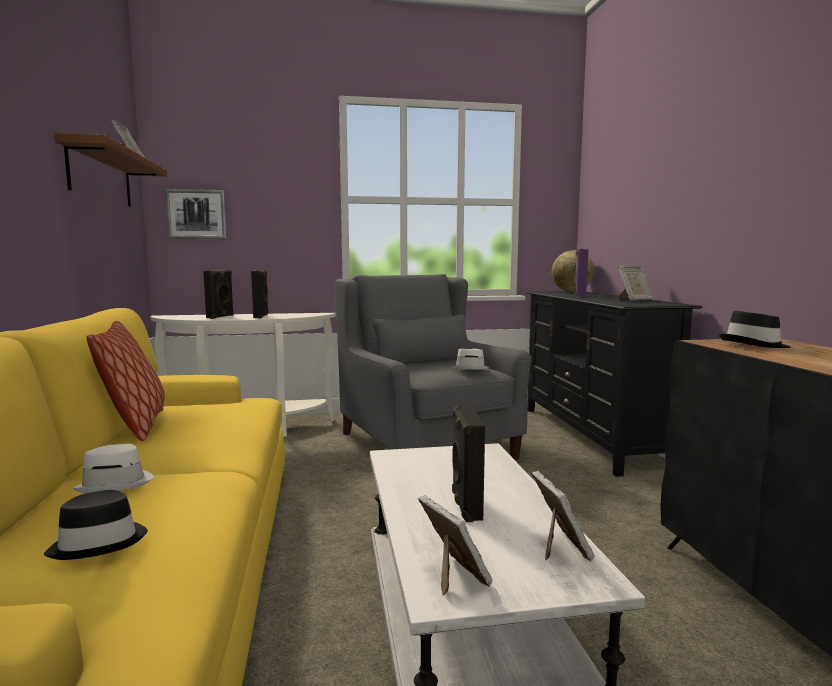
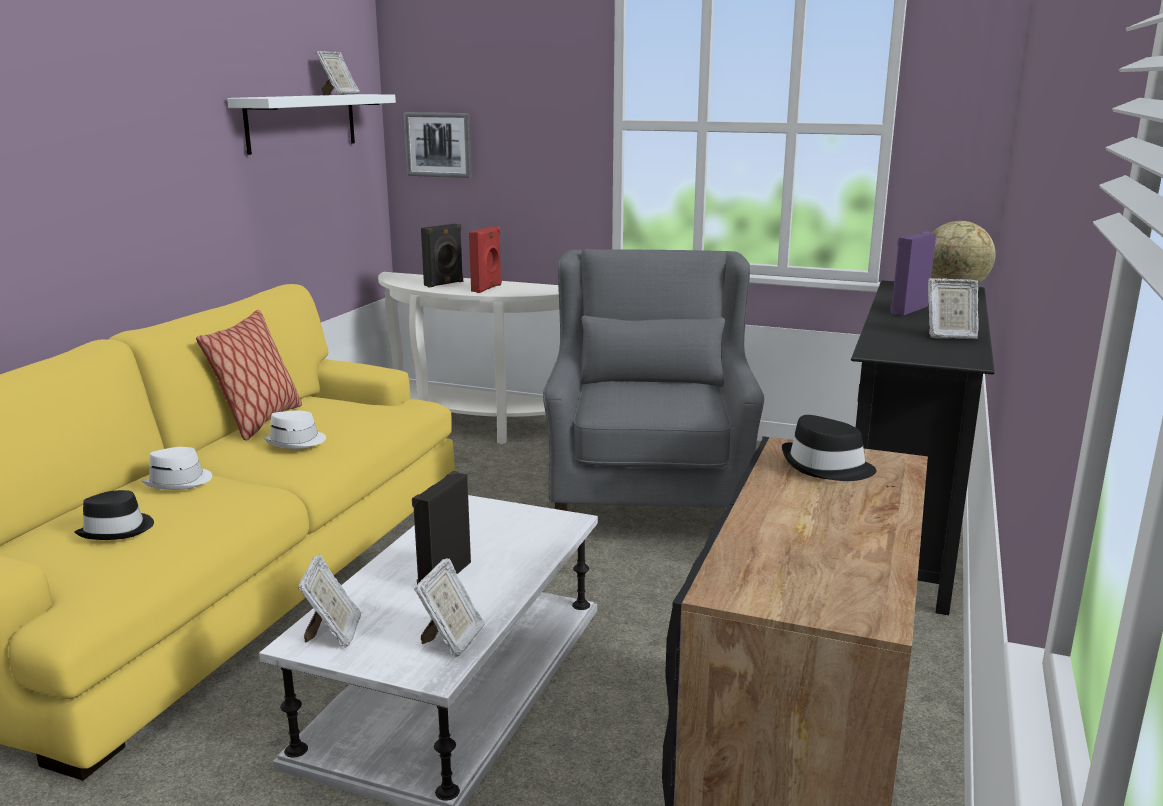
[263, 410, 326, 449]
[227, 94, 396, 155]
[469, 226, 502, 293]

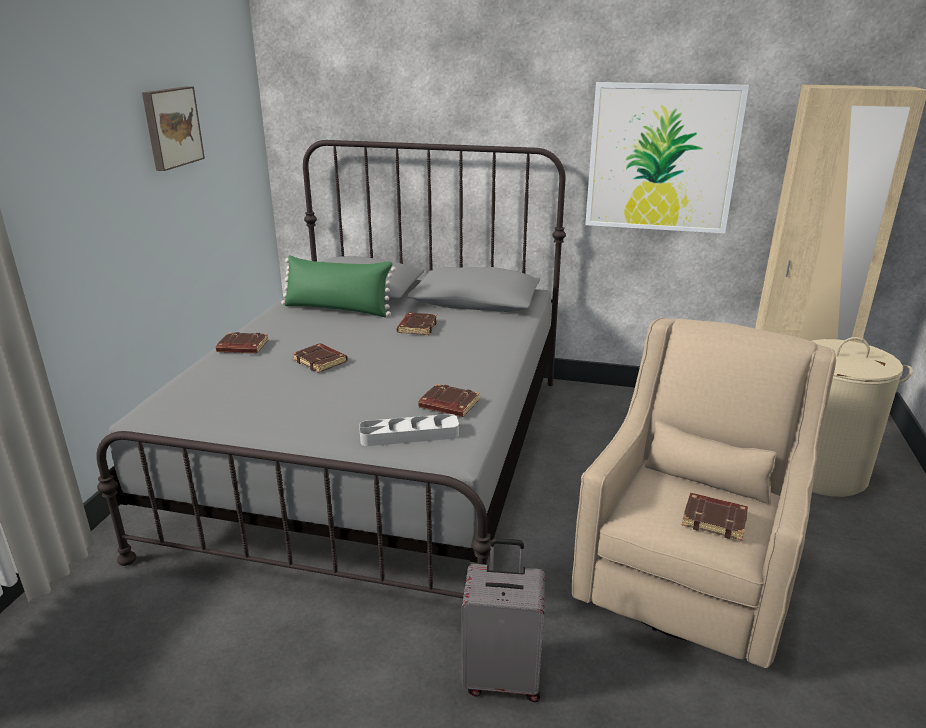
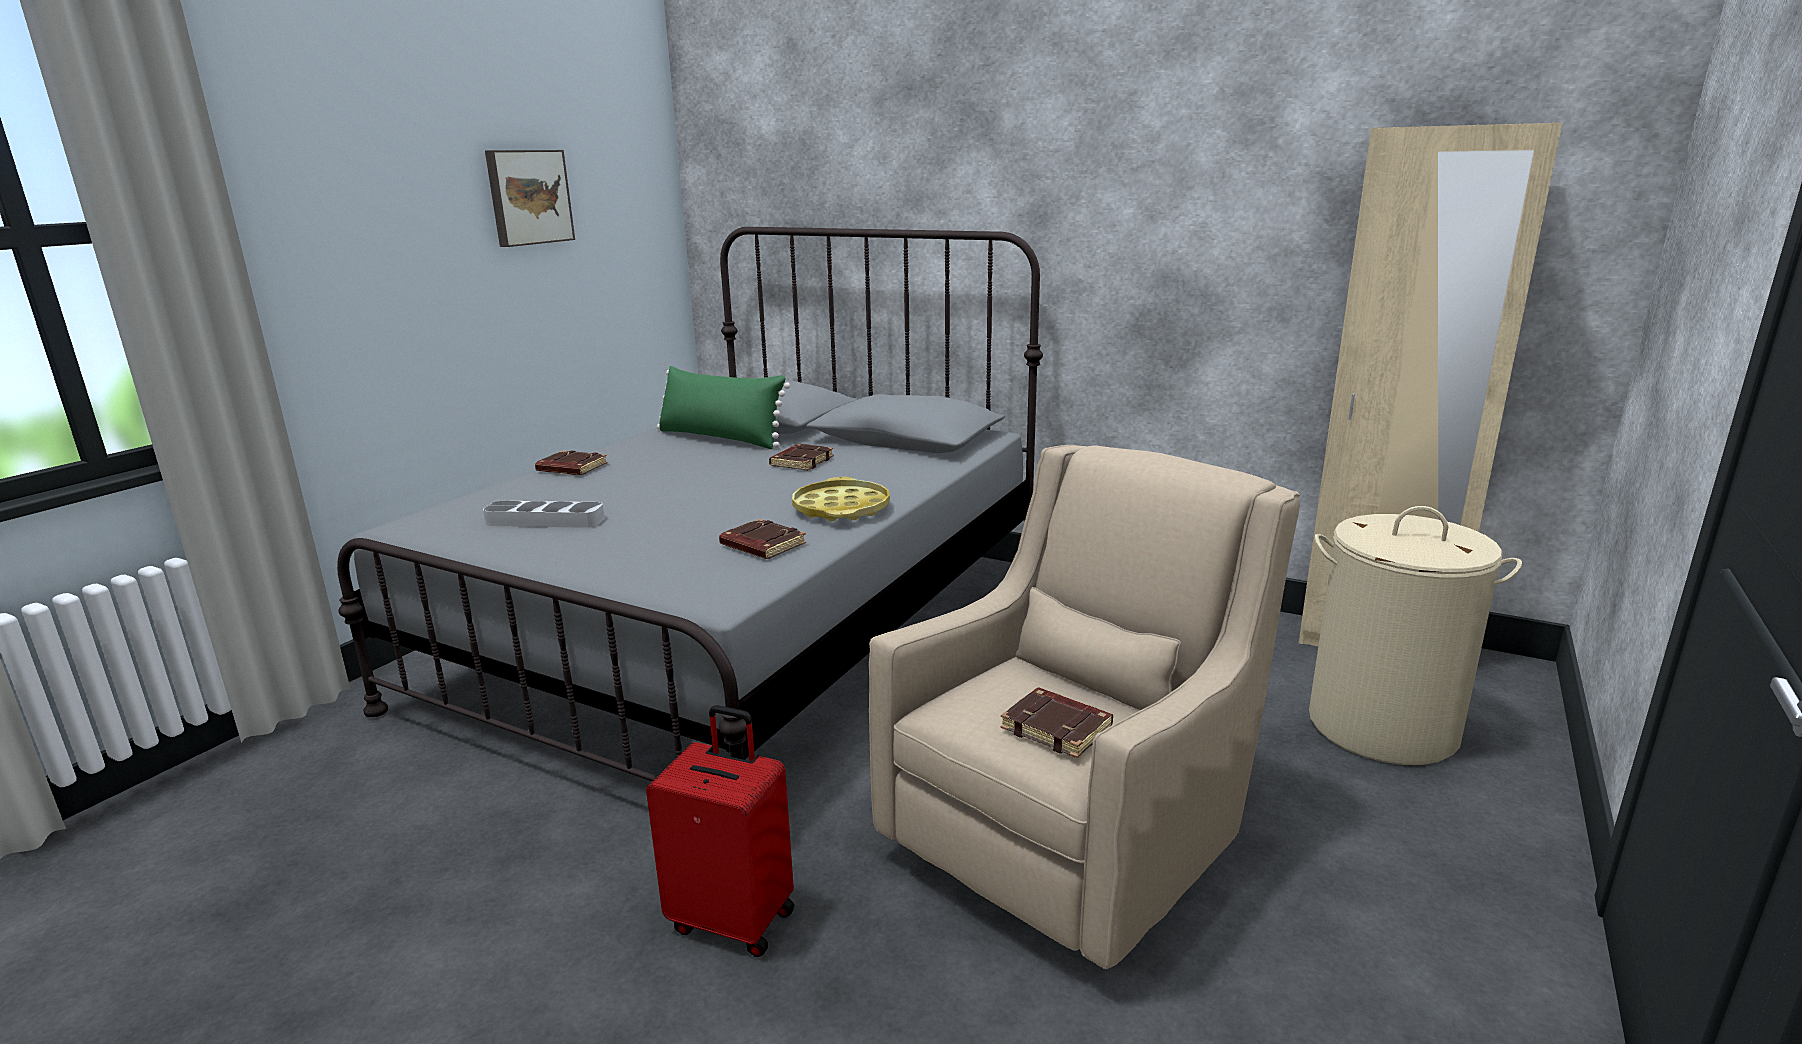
[292, 343, 348, 373] (first image)
[585, 82, 749, 234] (first image)
[792, 477, 890, 521]
[483, 501, 605, 528]
[646, 705, 794, 957]

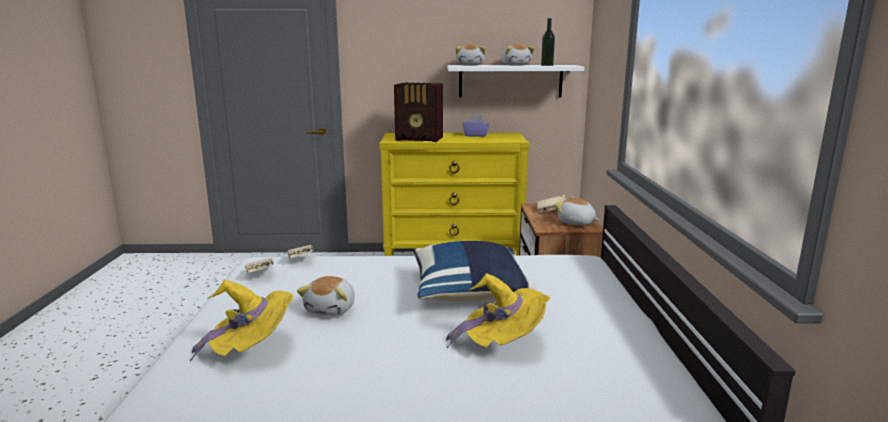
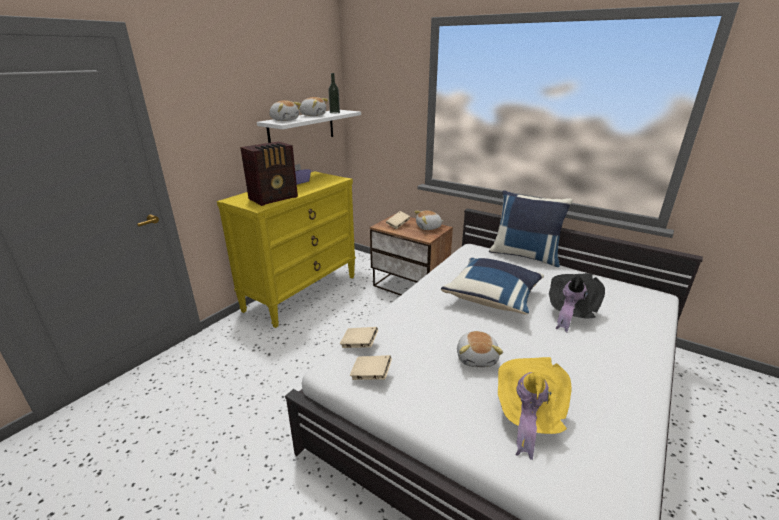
[489, 190, 573, 267]
[549, 273, 605, 332]
[457, 331, 503, 367]

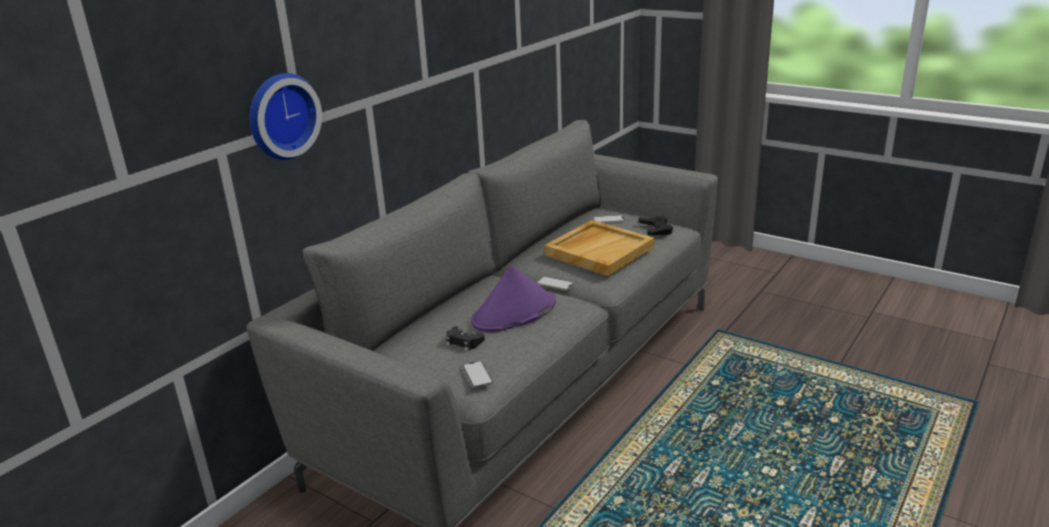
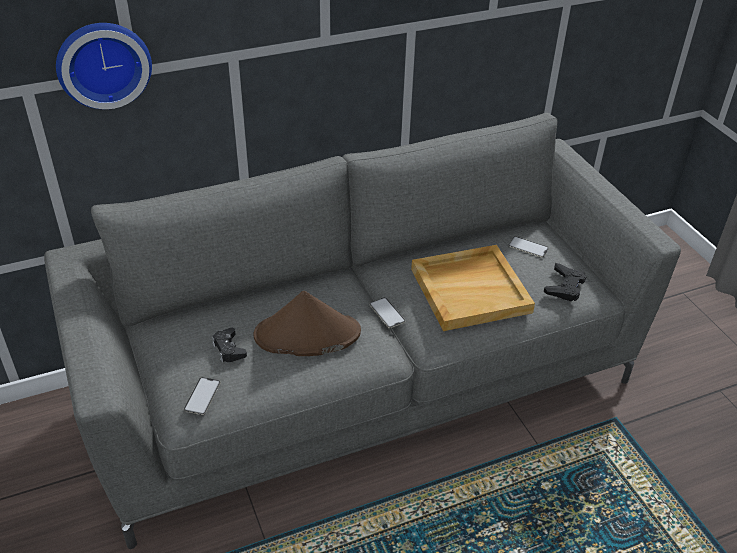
[253, 291, 361, 356]

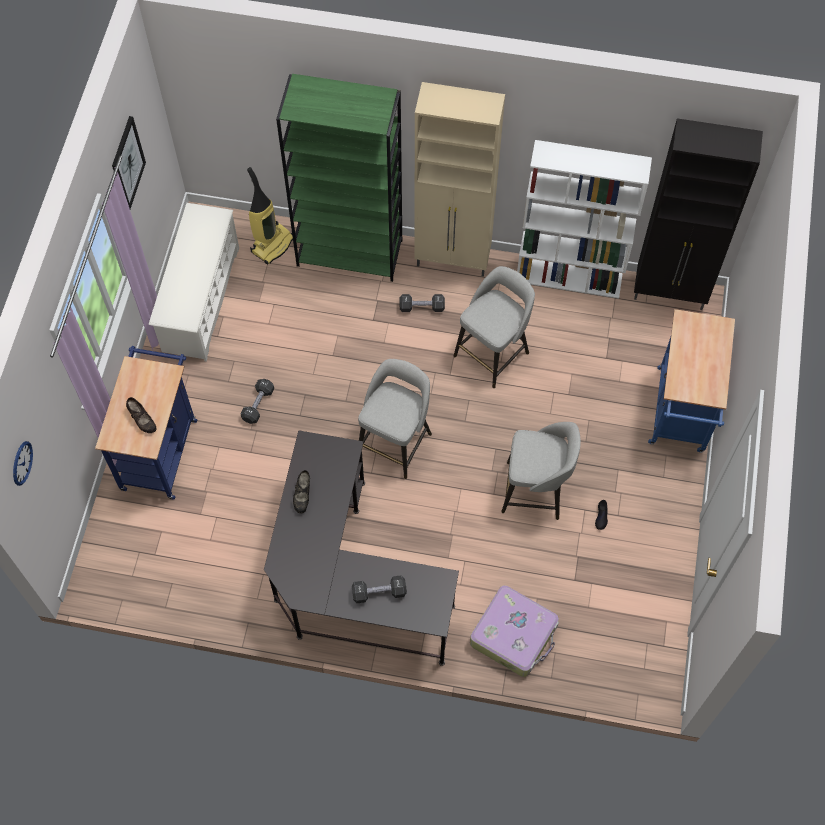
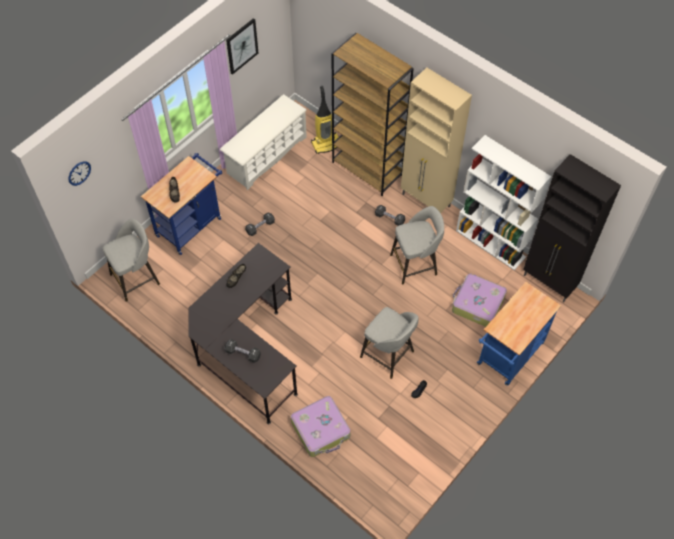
[452, 274, 507, 327]
[103, 218, 160, 302]
[332, 33, 414, 196]

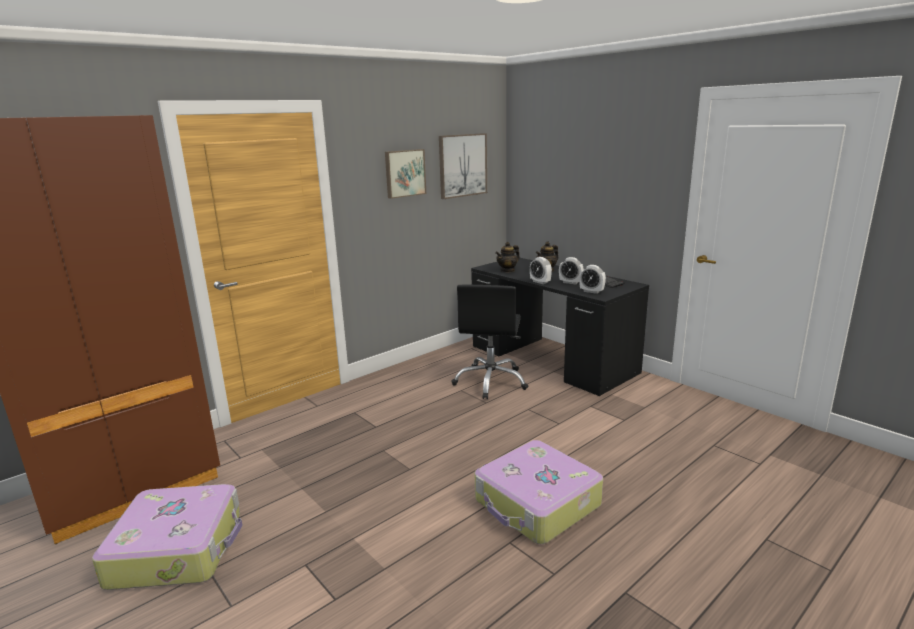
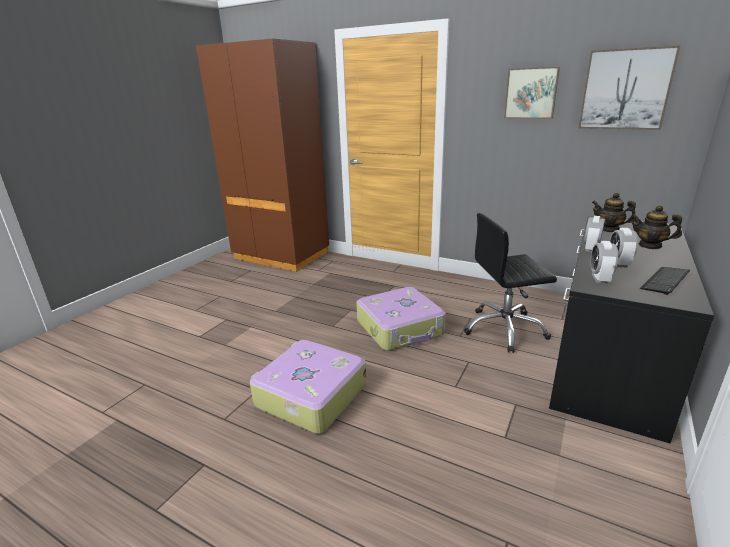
[356, 287, 446, 351]

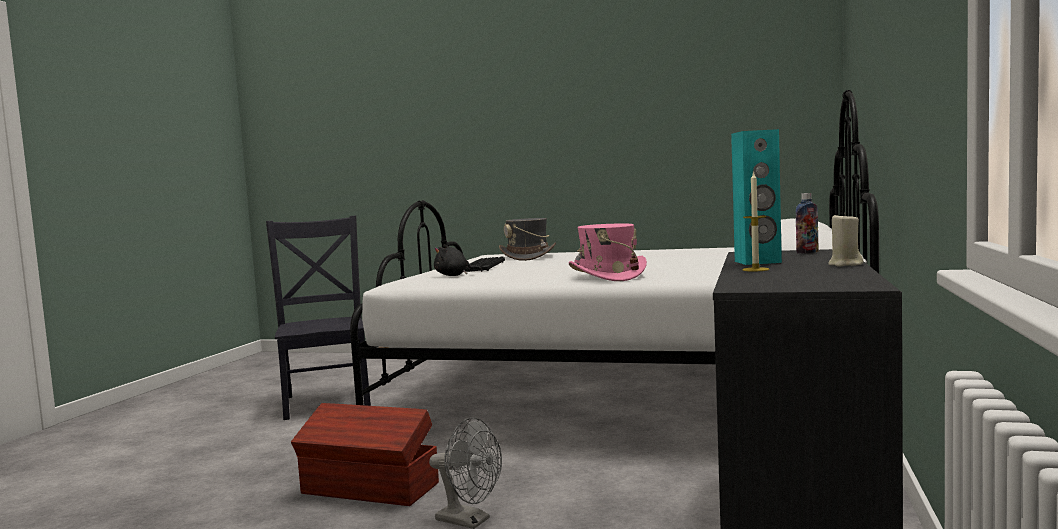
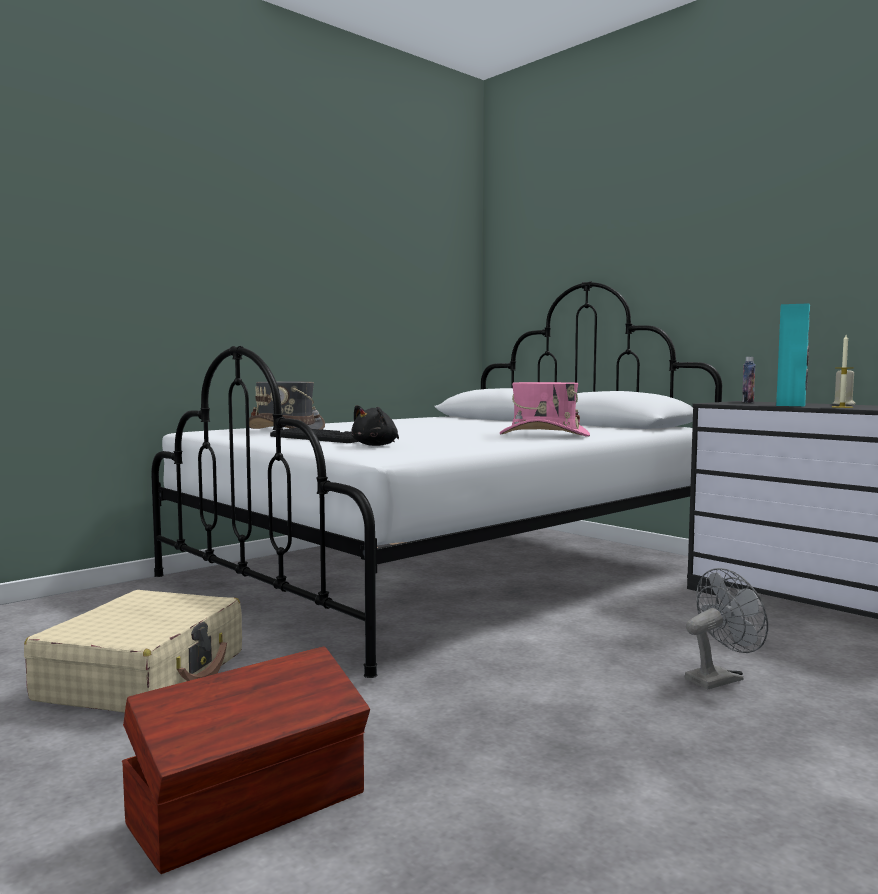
[122, 646, 370, 874]
[24, 590, 242, 713]

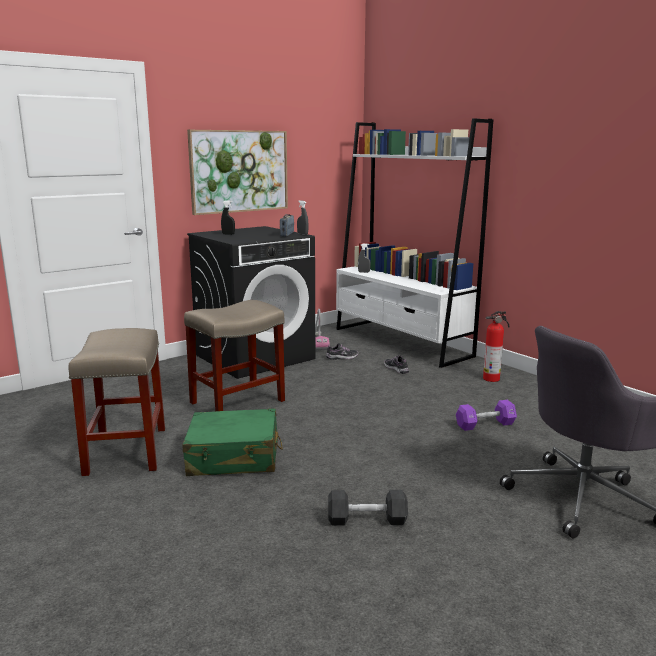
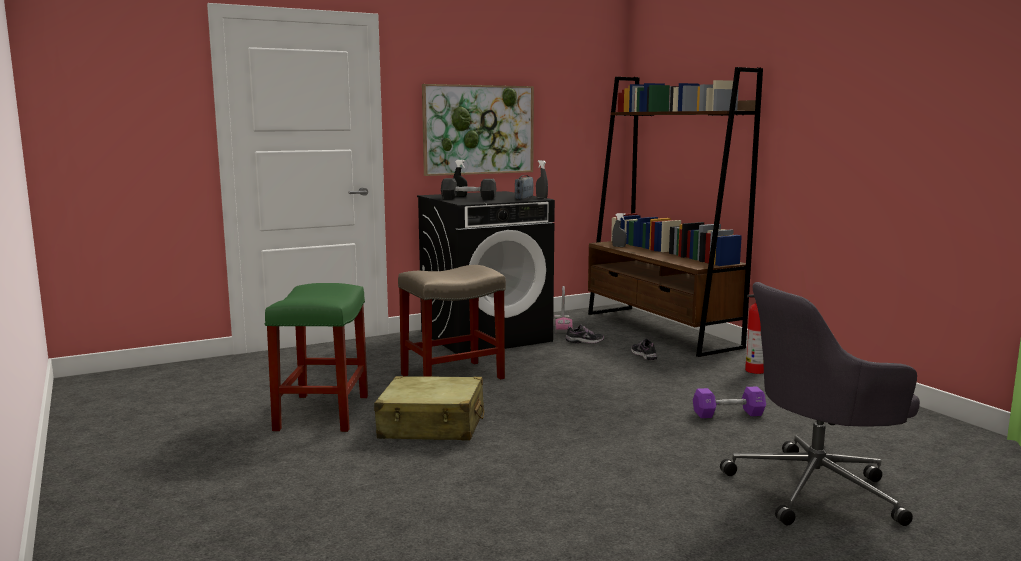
[441, 178, 496, 200]
[265, 283, 368, 432]
[374, 376, 485, 440]
[588, 67, 763, 357]

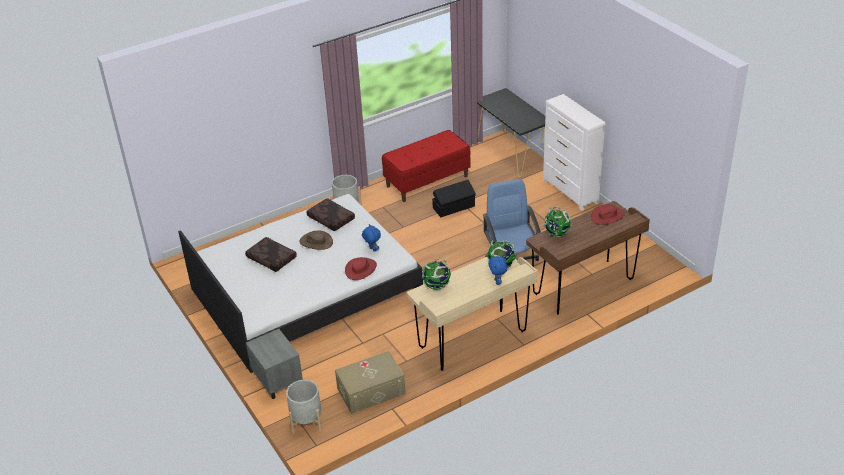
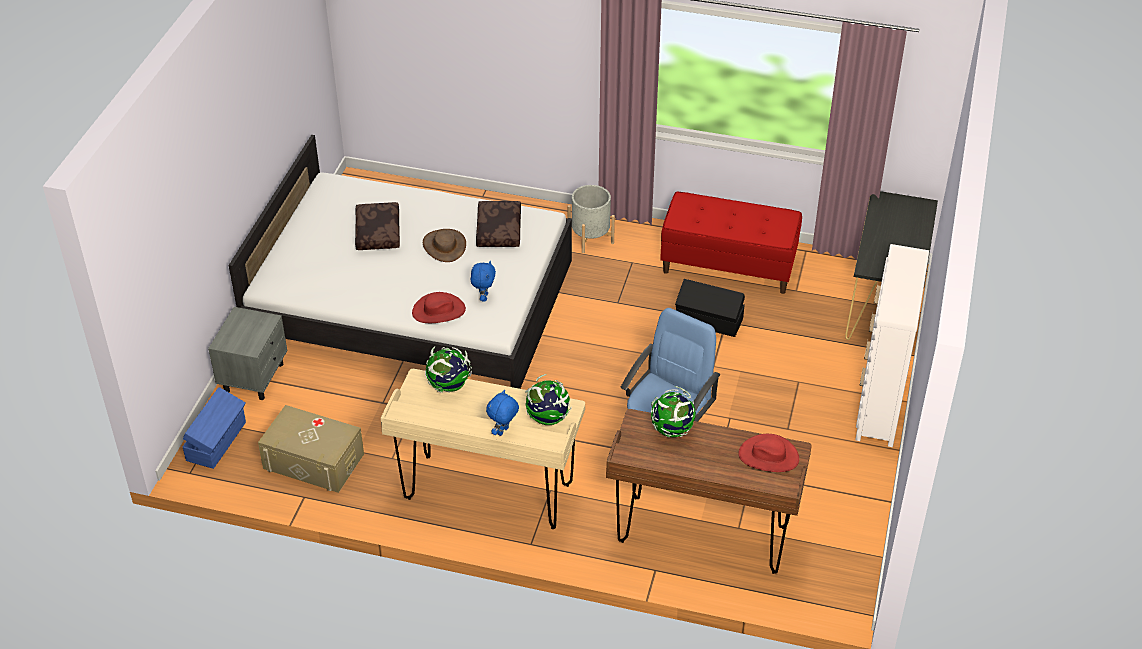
[183, 387, 246, 469]

